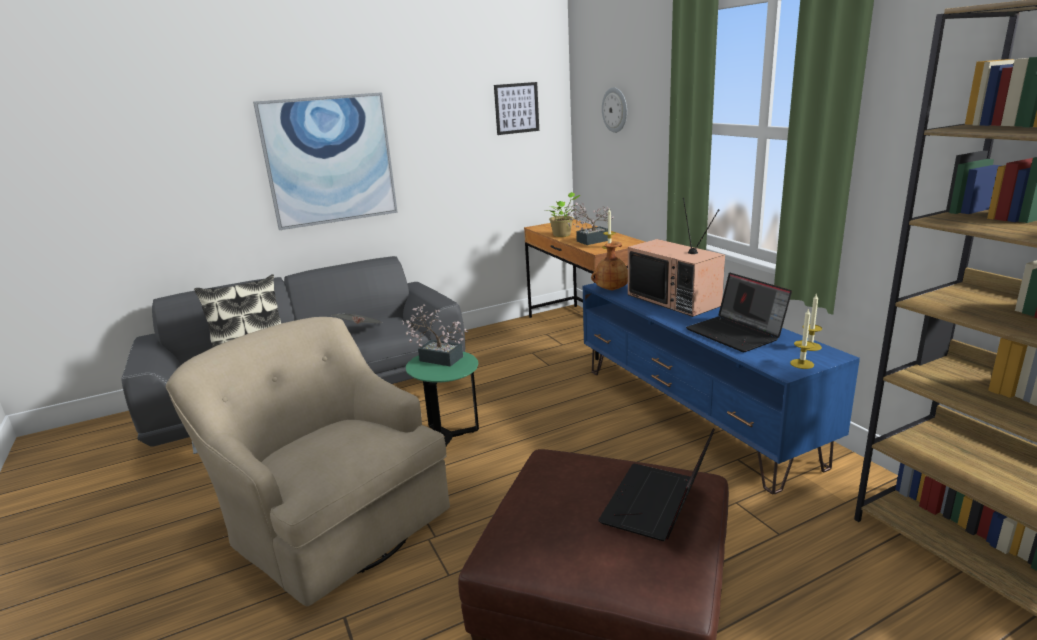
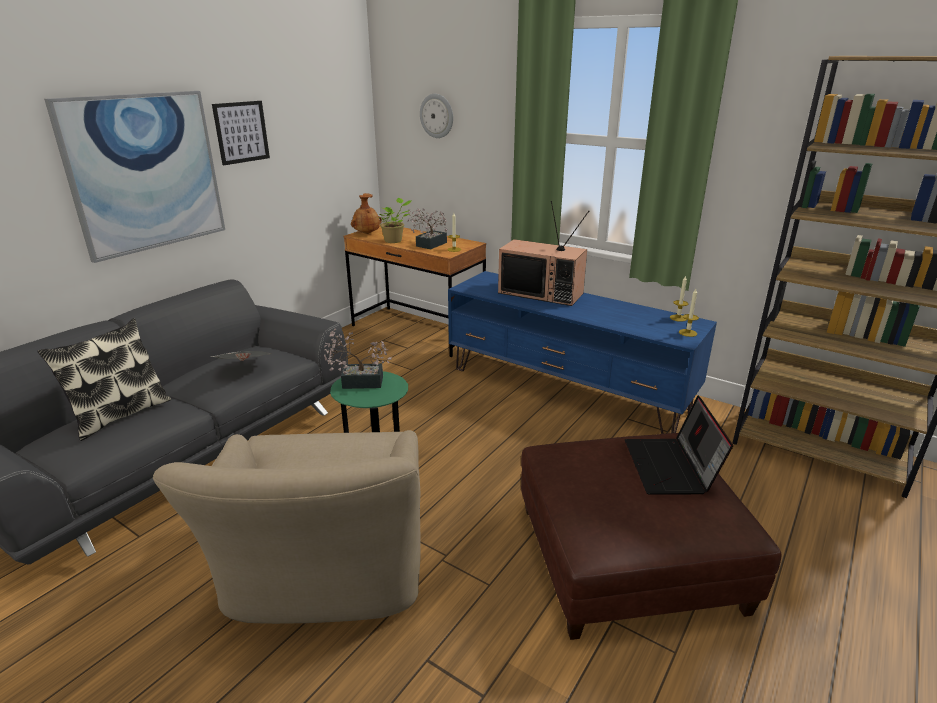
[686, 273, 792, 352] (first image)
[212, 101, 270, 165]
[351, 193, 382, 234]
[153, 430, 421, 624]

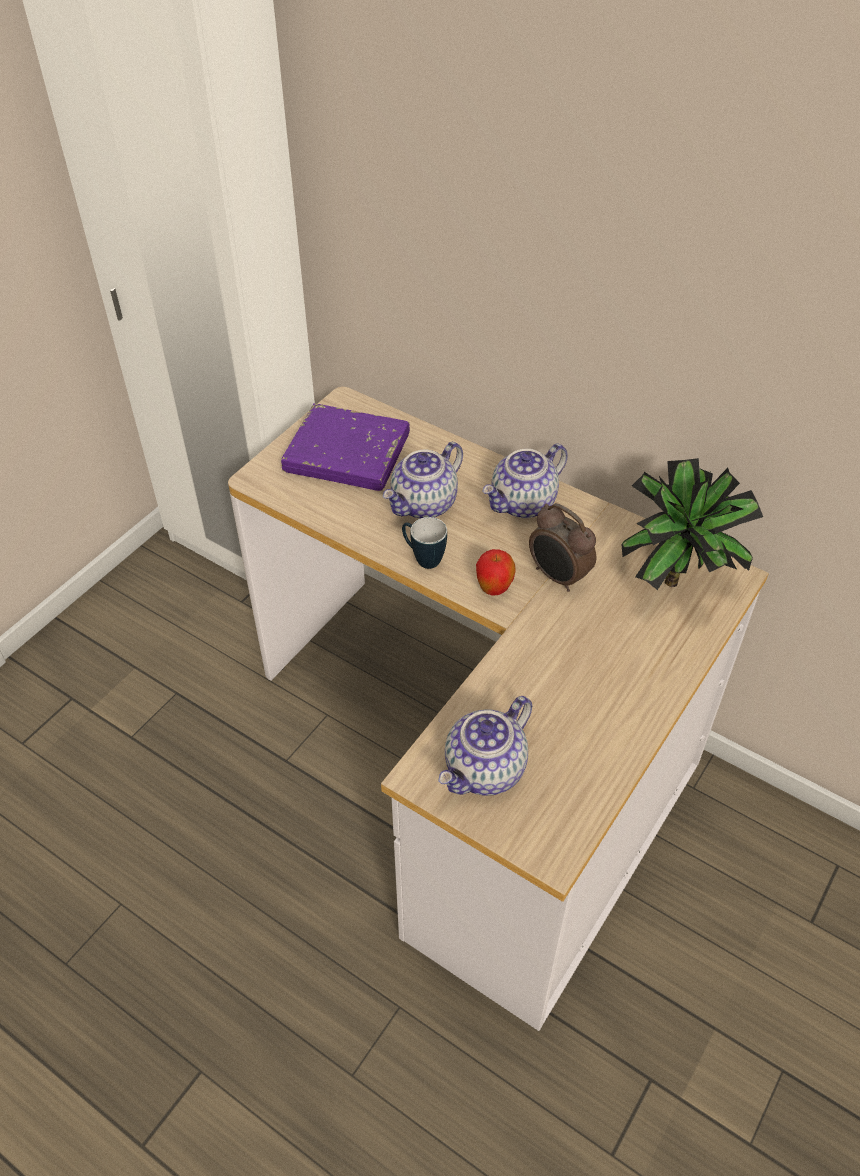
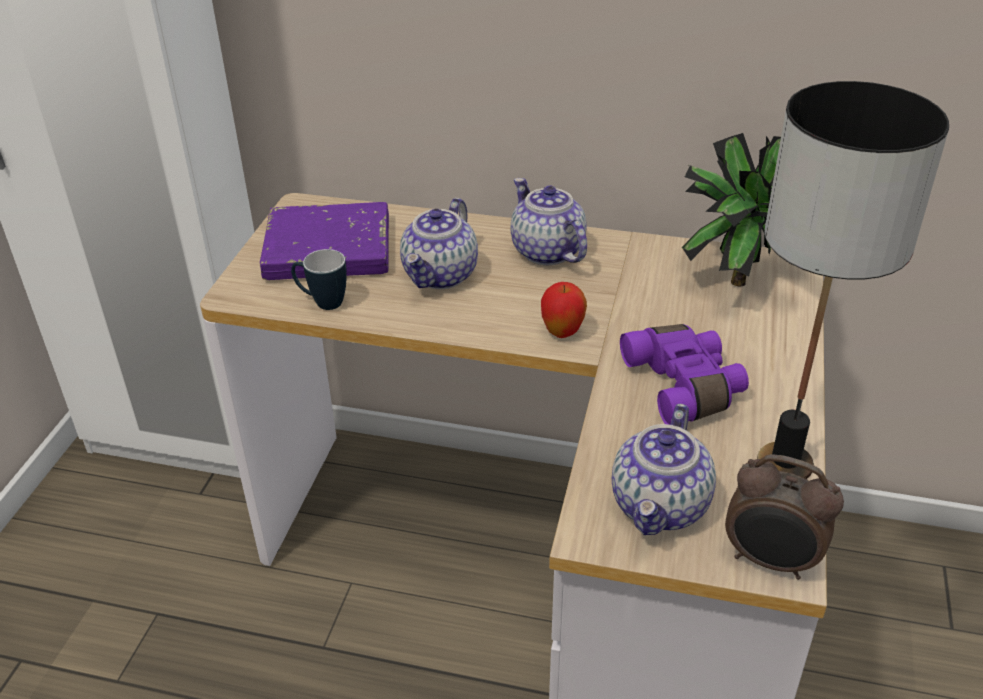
[620, 324, 749, 425]
[757, 81, 949, 479]
[291, 249, 346, 310]
[725, 454, 844, 580]
[511, 178, 587, 265]

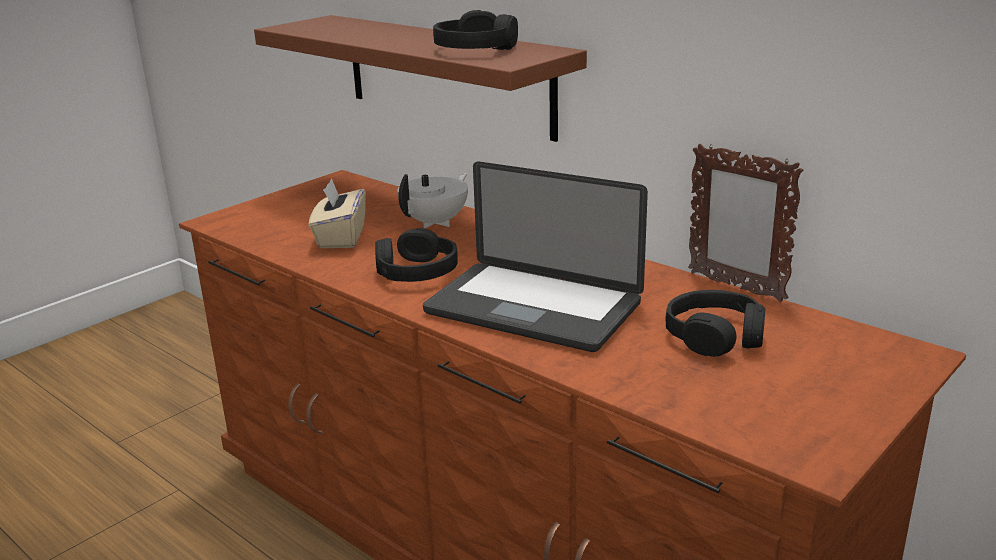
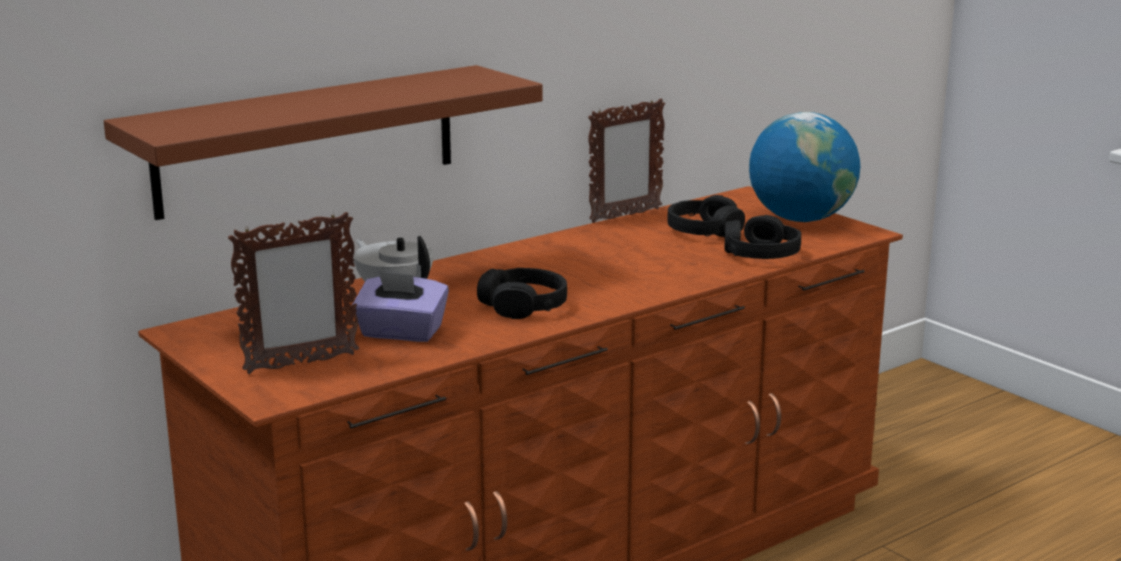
[423, 162, 648, 352] (first image)
[228, 212, 359, 374]
[749, 112, 860, 222]
[725, 215, 801, 259]
[352, 271, 449, 342]

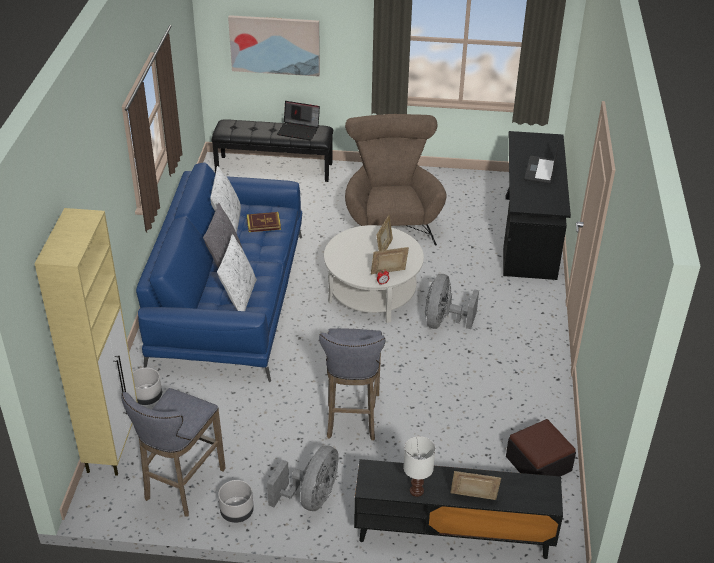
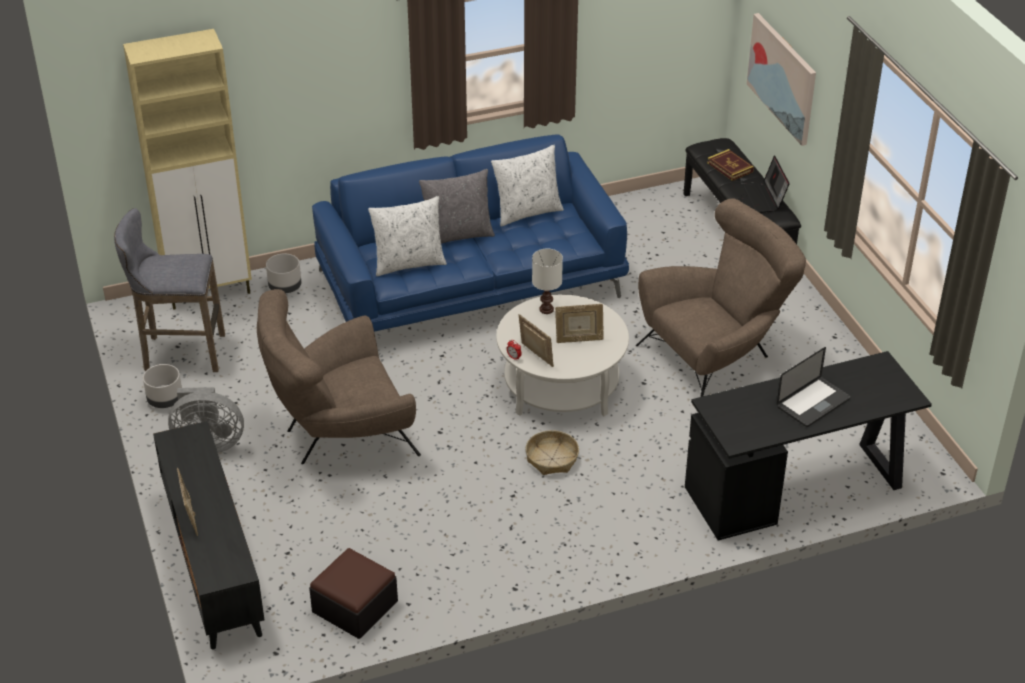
[707, 149, 754, 181]
[532, 249, 563, 314]
[257, 289, 421, 464]
[526, 430, 579, 475]
[777, 347, 851, 427]

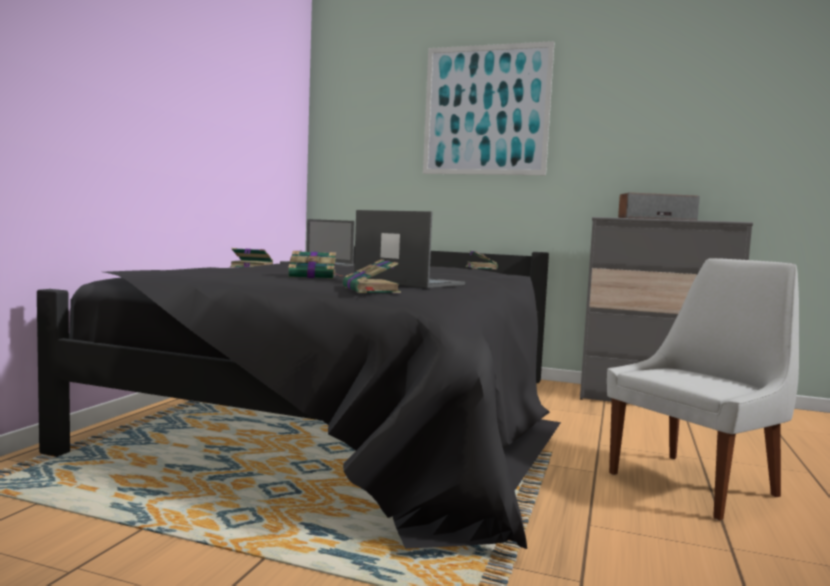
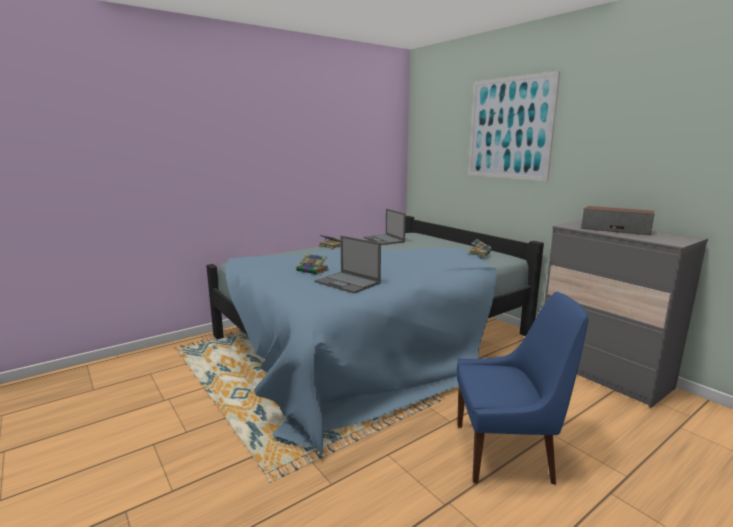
[343, 259, 401, 293] (first image)
[206, 216, 544, 456]
[457, 292, 588, 485]
[315, 236, 381, 293]

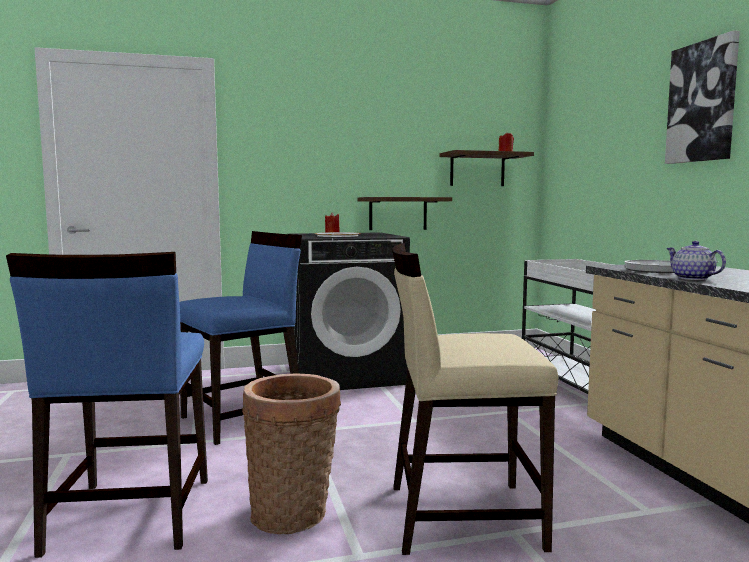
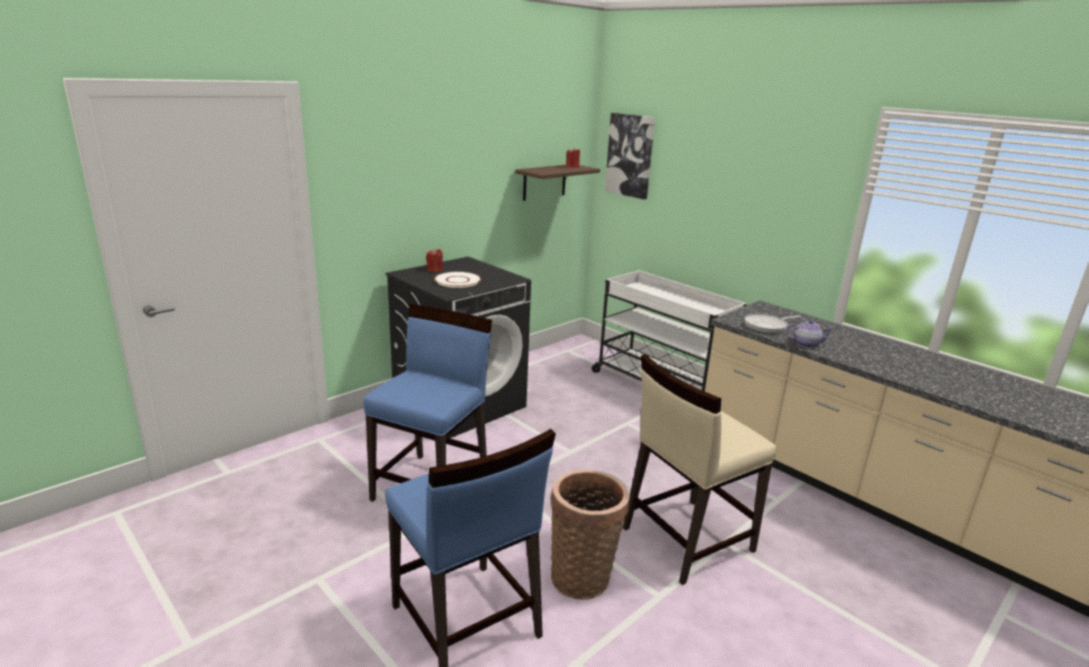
[357, 197, 452, 230] (first image)
[605, 113, 655, 199]
[786, 320, 833, 348]

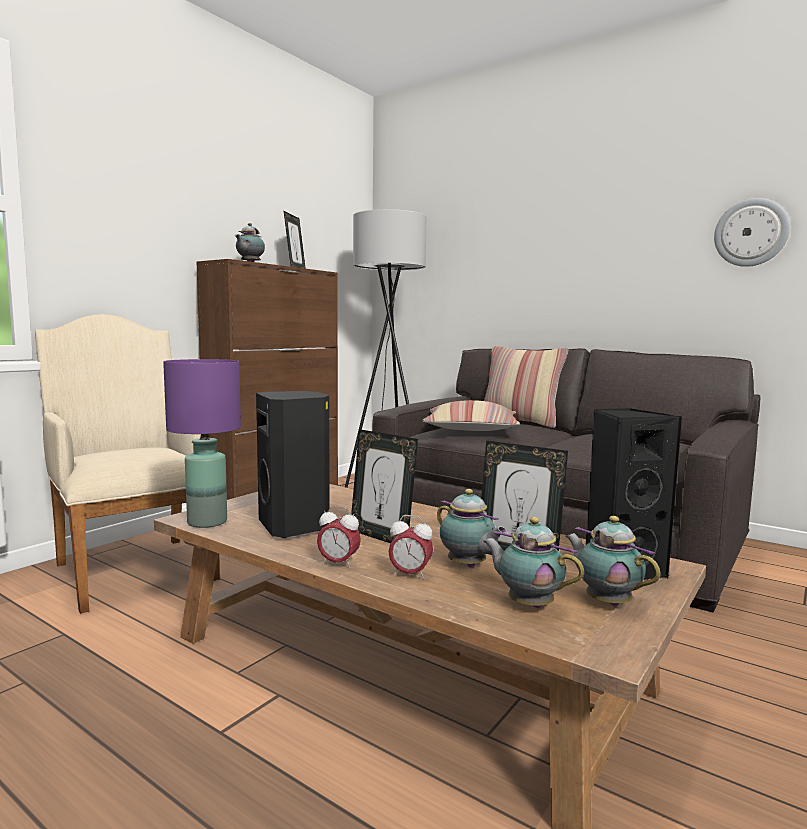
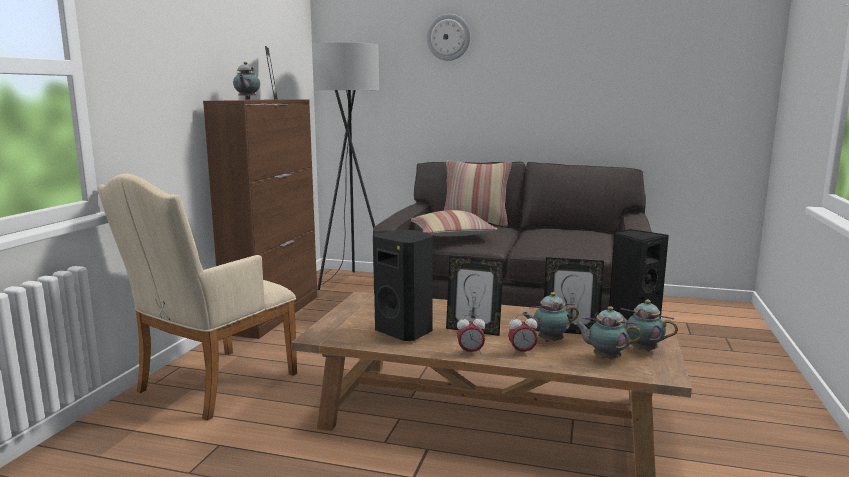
[163, 359, 241, 528] (first image)
[427, 14, 470, 61]
[97, 174, 297, 421]
[522, 292, 579, 342]

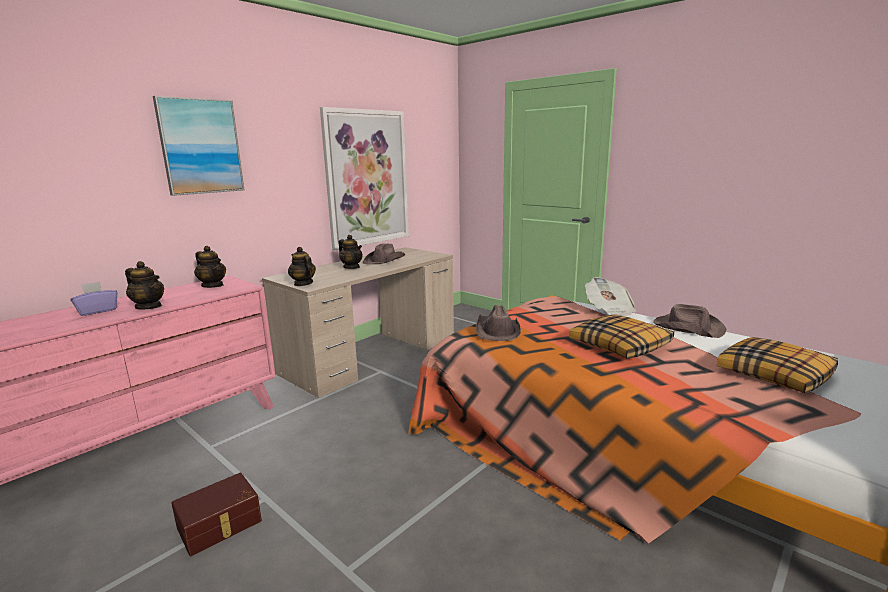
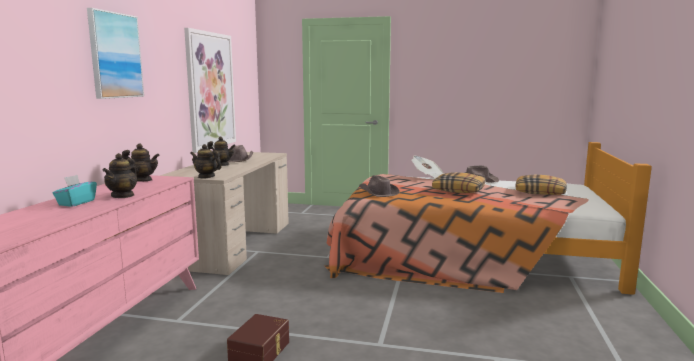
[53, 175, 97, 207]
[102, 153, 137, 198]

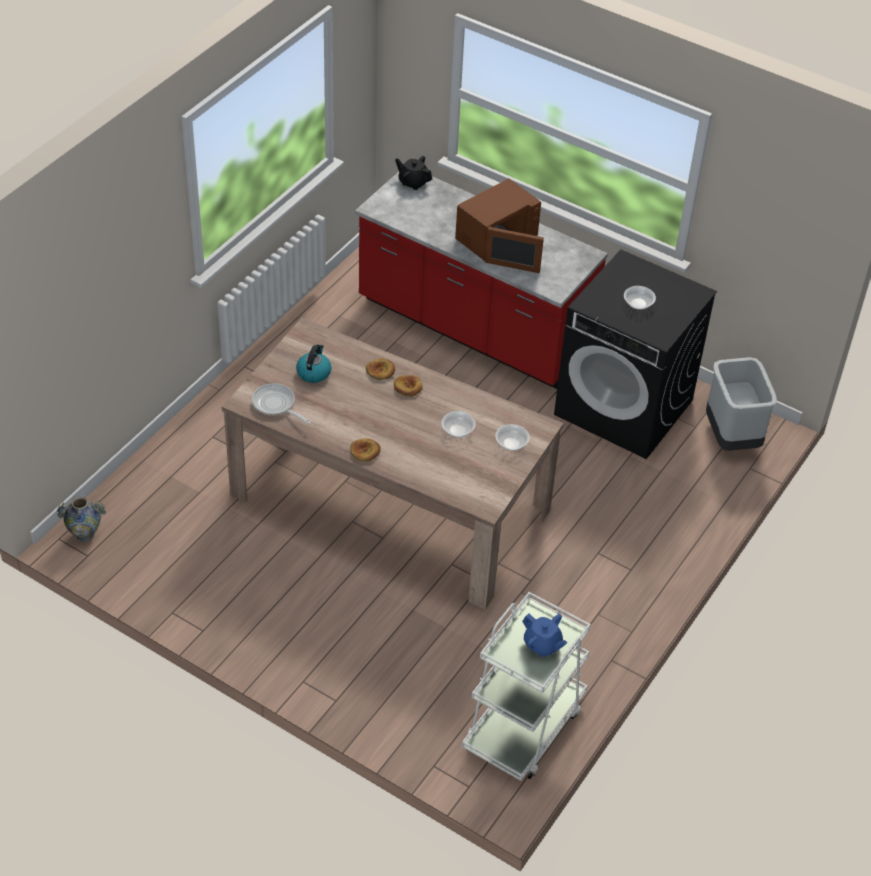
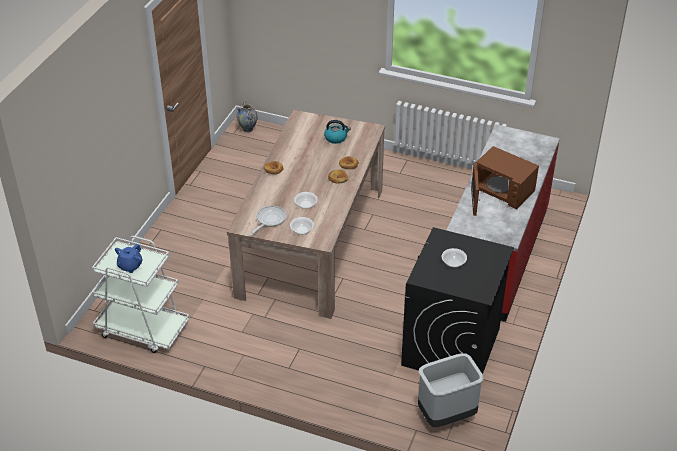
[395, 156, 432, 190] (first image)
[249, 206, 286, 236]

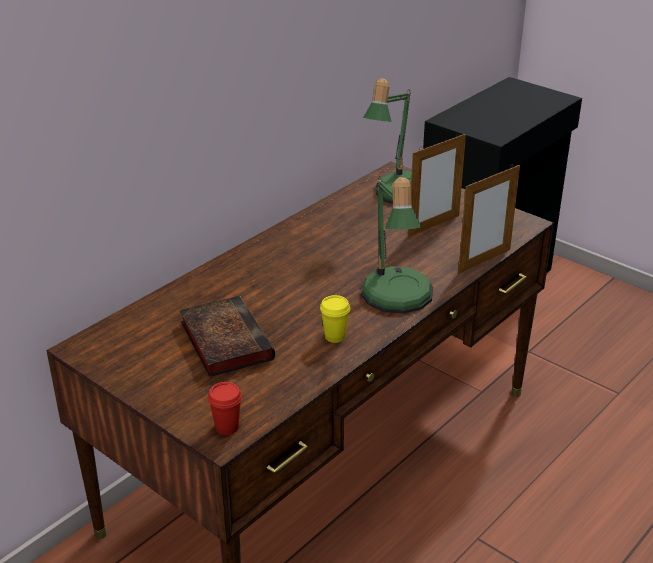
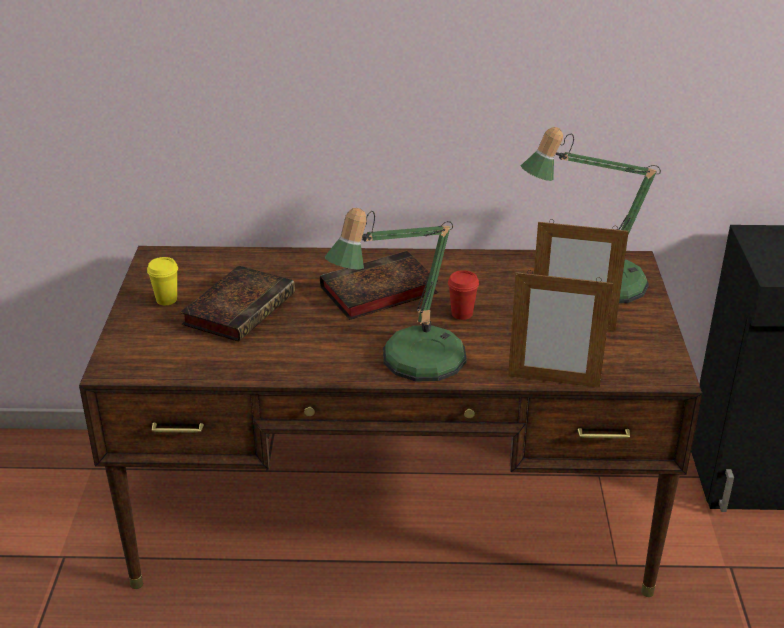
[320, 251, 438, 320]
[448, 270, 479, 320]
[147, 257, 178, 305]

